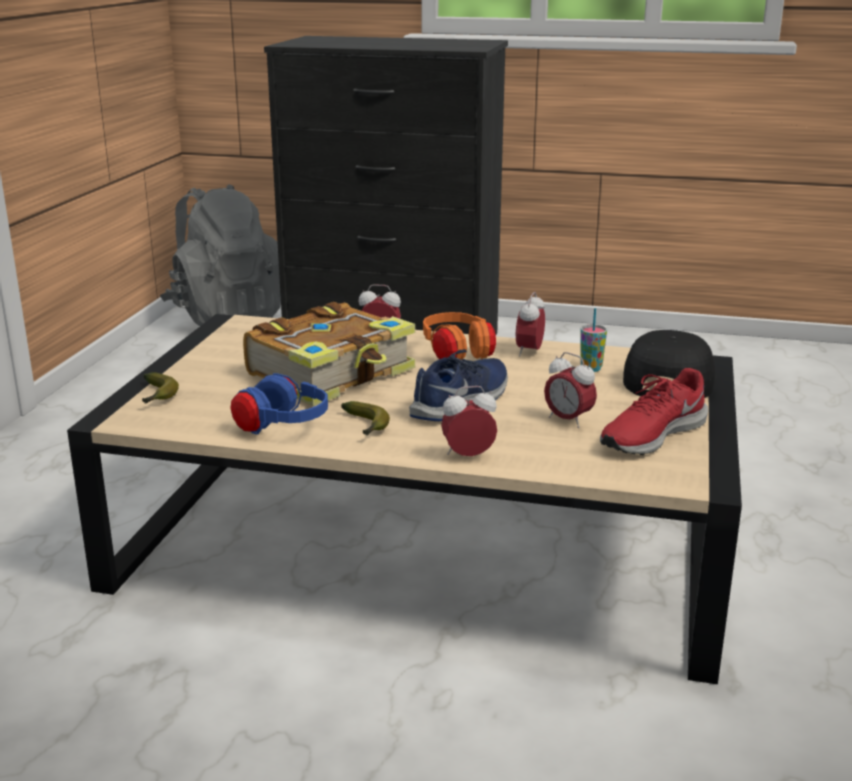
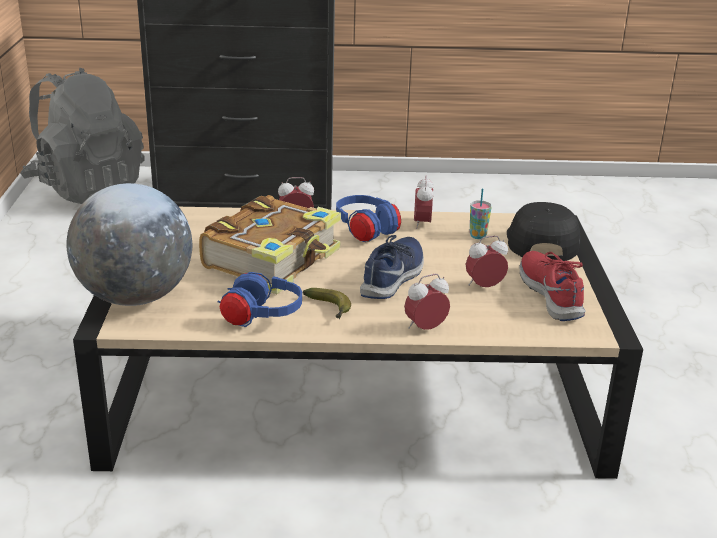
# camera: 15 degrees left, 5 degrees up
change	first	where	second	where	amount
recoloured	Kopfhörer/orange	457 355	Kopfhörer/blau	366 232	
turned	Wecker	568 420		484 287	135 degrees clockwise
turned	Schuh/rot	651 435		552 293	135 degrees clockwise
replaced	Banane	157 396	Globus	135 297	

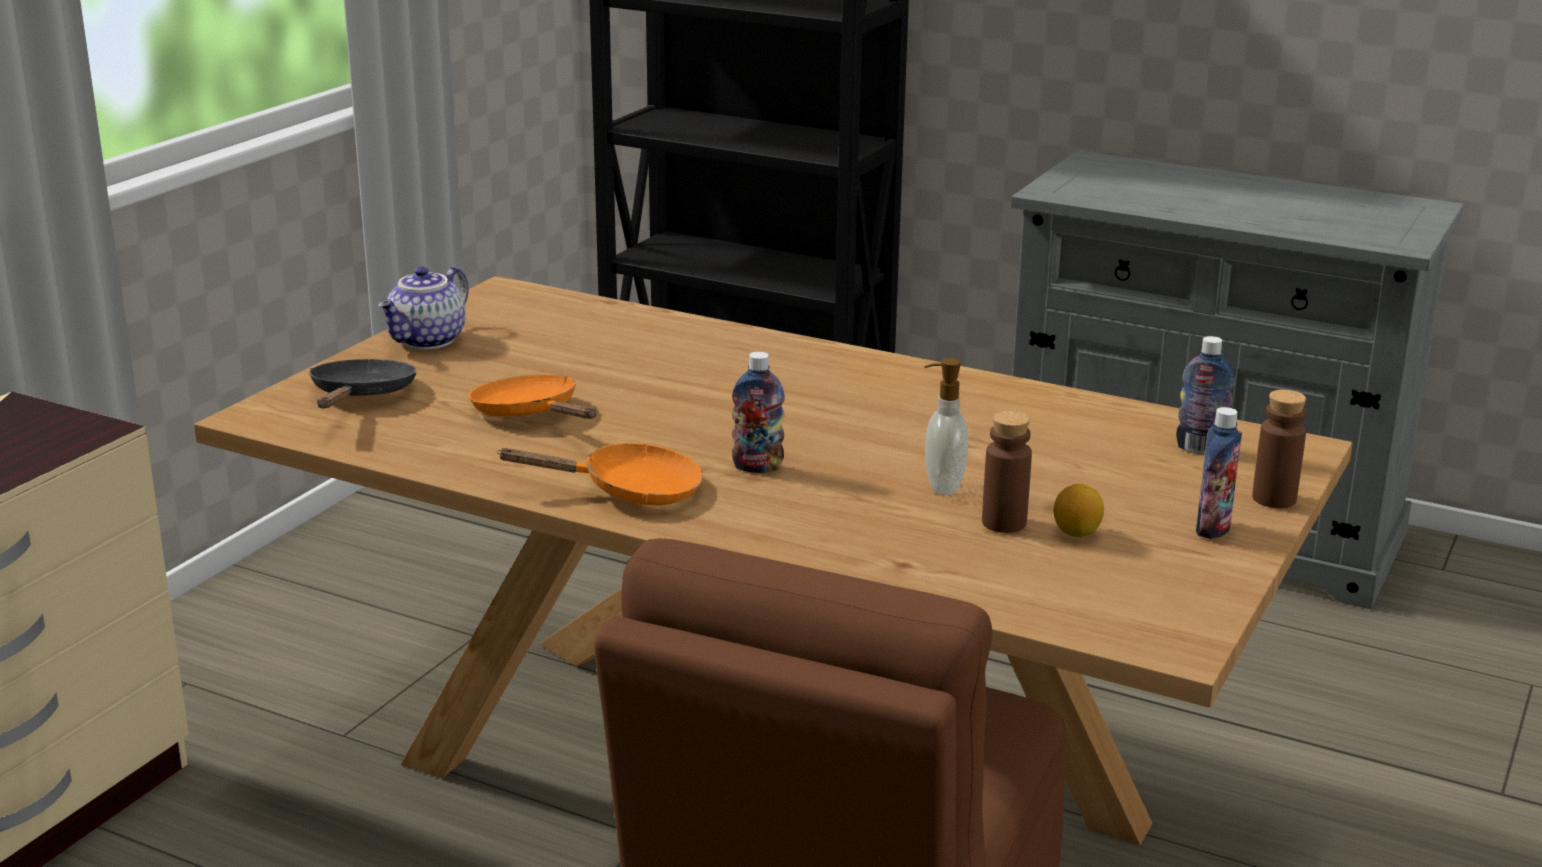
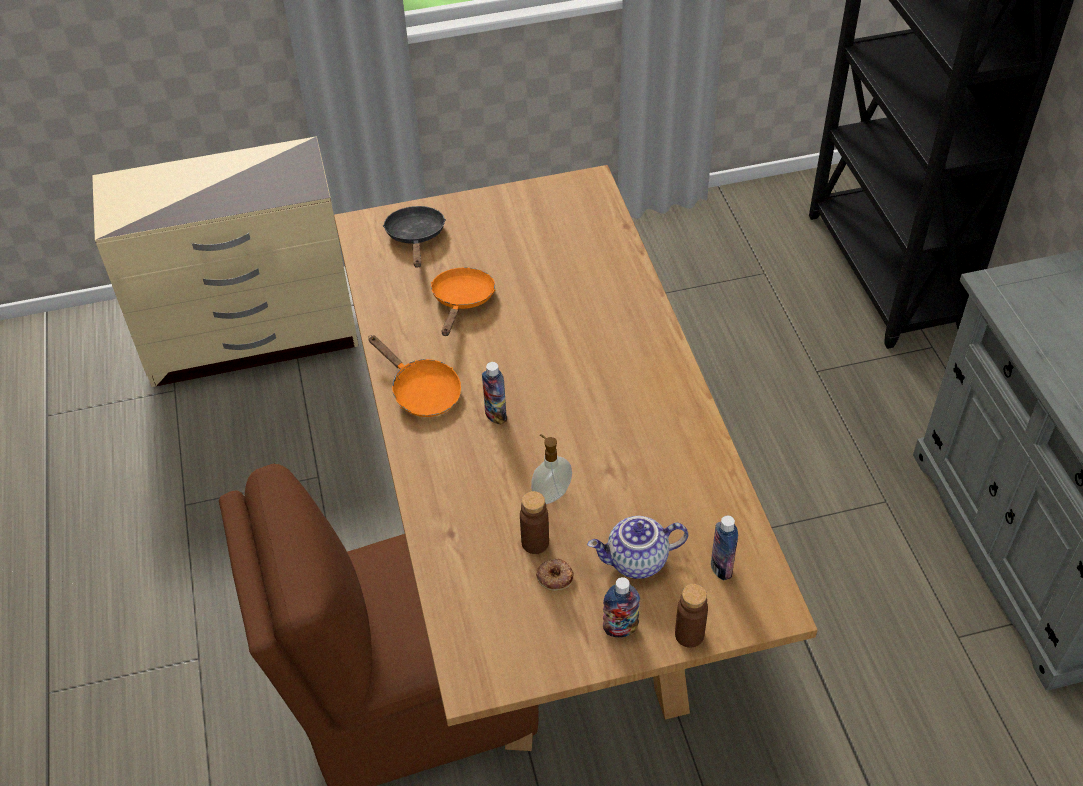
# camera: 50 degrees right, 25 degrees up
change	first	where	second	where	amount
moved	Teekanne	428 341		637 562	
turned	Pfanne/schwarz	361 396		416 237	60 degrees counterclockwise
replaced	Zitrone	1076 532	Donut	555 576	

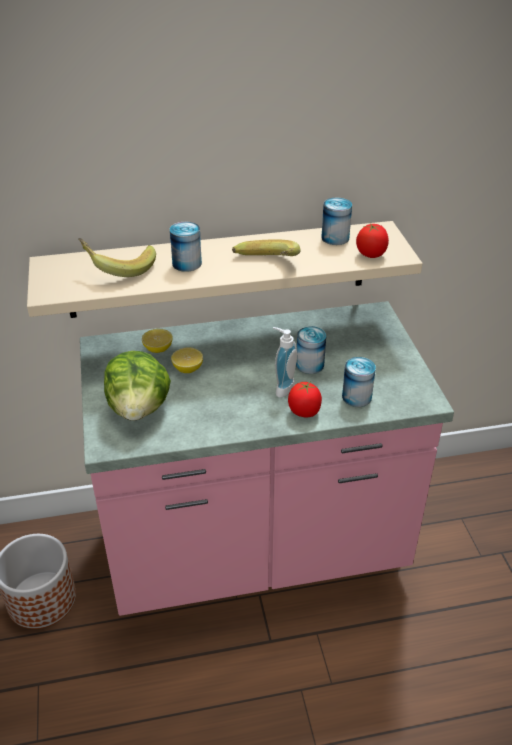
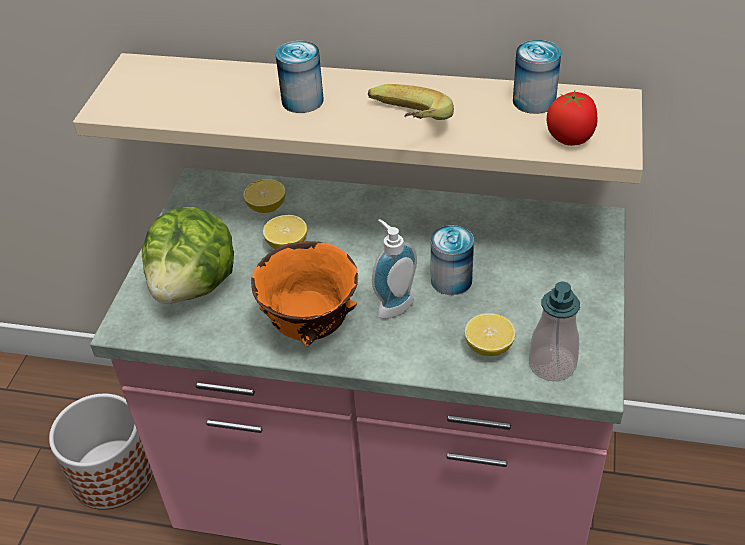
# camera: 25 degrees right, 5 degrees up
change	first	where	second	where	amount
removed	Banane	119 267			
replaced	Dose	356 397	Zitrone	489 347	
removed	Tomate	304 412			
added			Schüssel/orange	311 328	
added			Seifenspender	552 365	

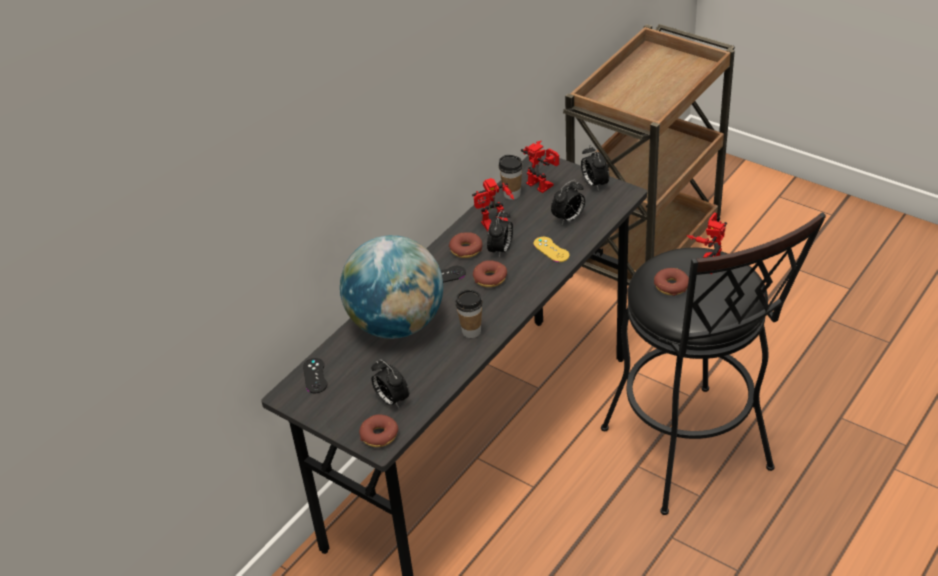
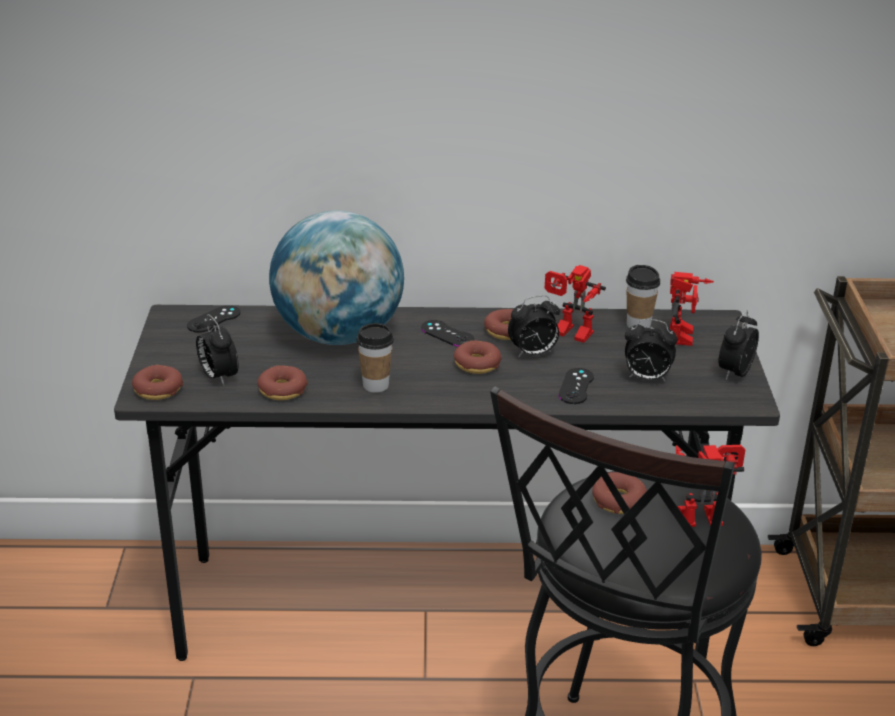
# camera: 50 degrees right, 10 degrees down
change	first	where	second	where	amount
recoloured	Gamepad/gelb	551 249	Gamepad/schwarz	576 386	
turned	Wecker	391 400		218 377	45 degrees counterclockwise
added			Donut	282 390	

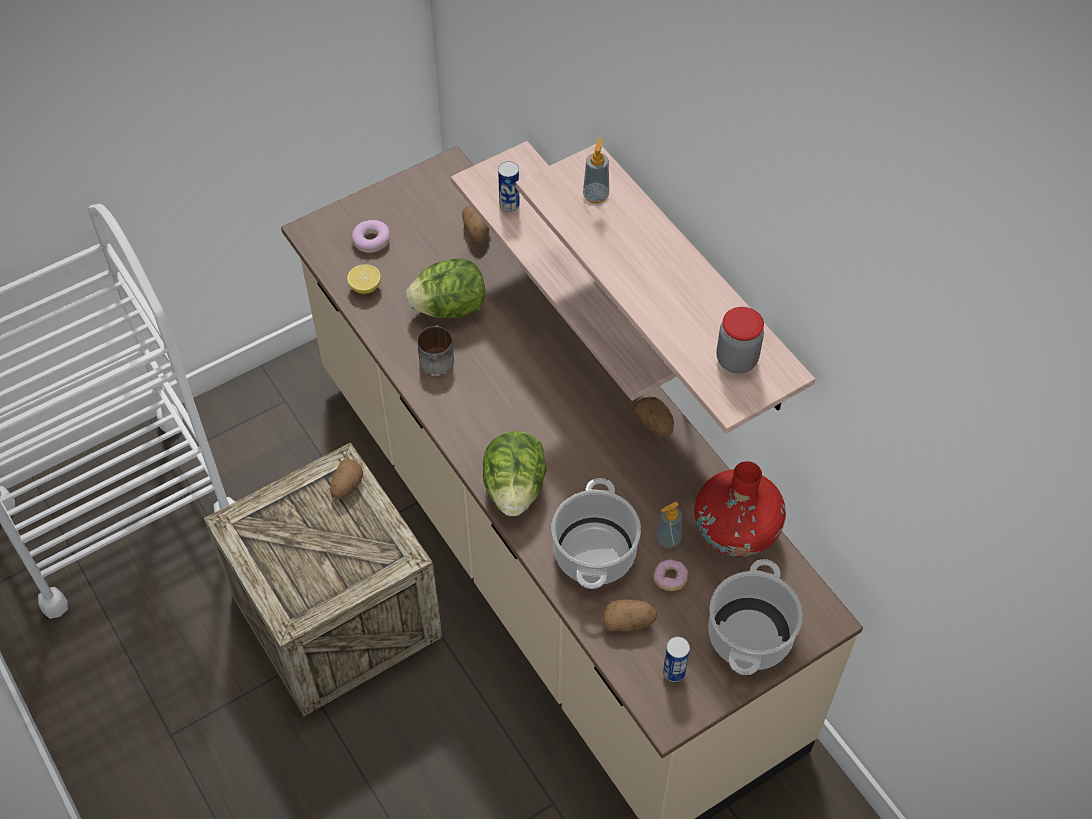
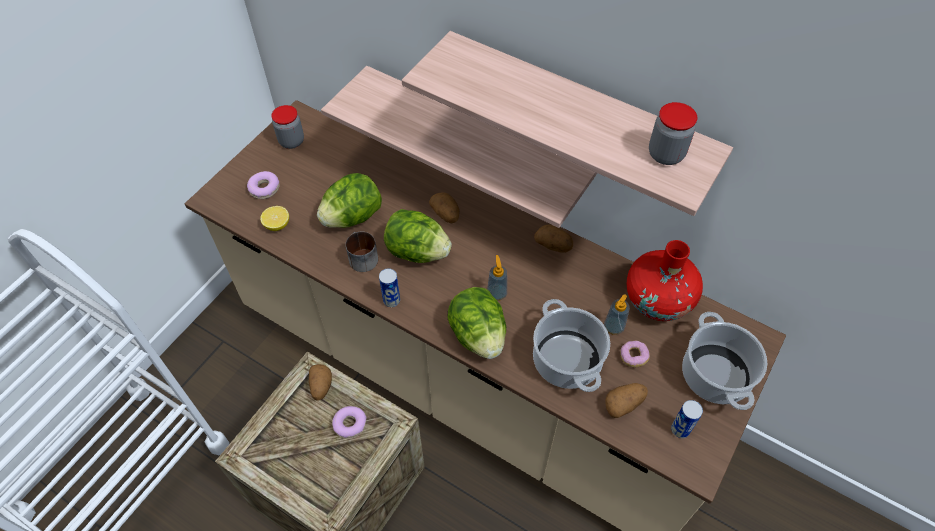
# camera: 25 degrees left, 0 degrees up
change	first	where	second	where	amount
moved	Seifenspender	596 195		497 293	
moved	Dose	509 205		391 300	
moved	Kartoffel	476 231		446 214	
added			Vorratsglas	291 141	
added			Salatkopf	417 251	
added			Donut	350 424	

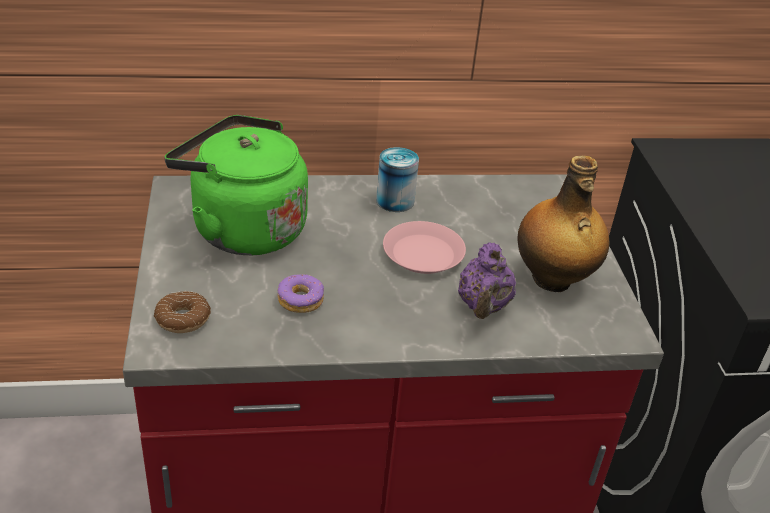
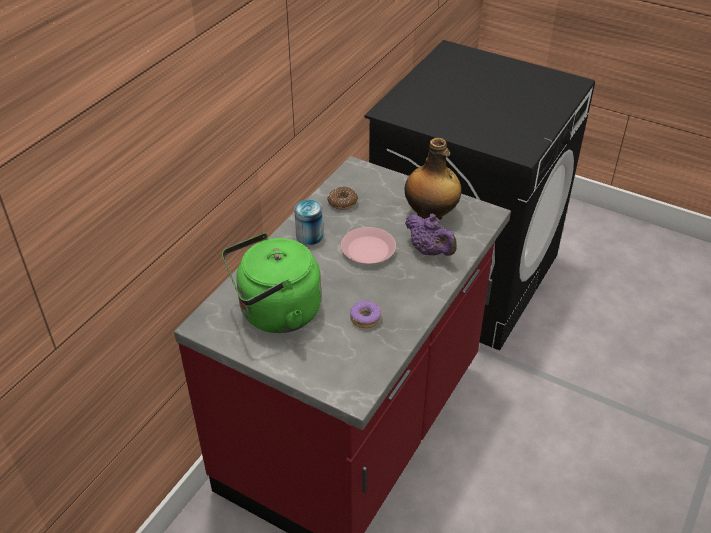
# camera: 50 degrees left, 5 degrees up
change	first	where	second	where	amount
moved	Donut	183 319		342 202	

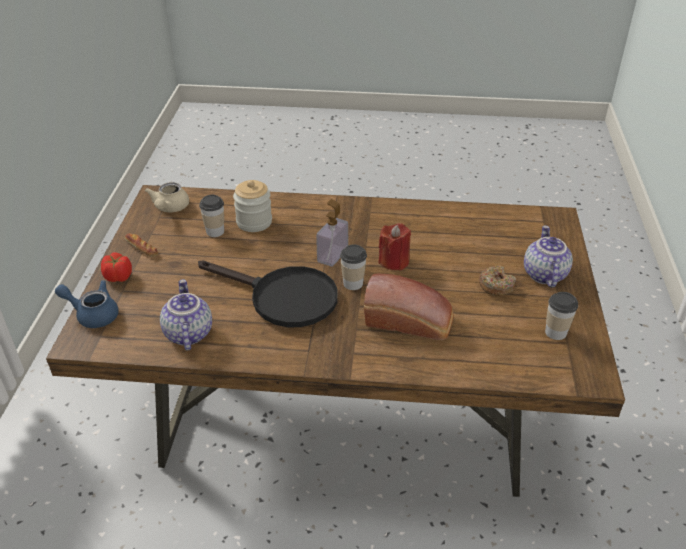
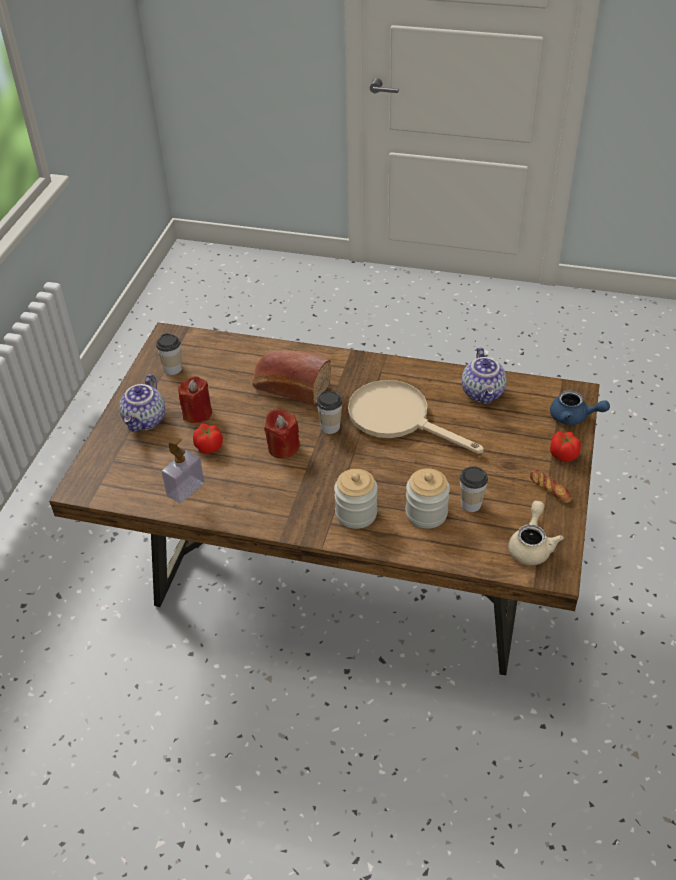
# camera: 170 degrees left, 5 degrees up
change	first	where	second	where	amount
moved	Seifenspender	332 255		185 489	
recoloured	Pfanne/schwarz	283 298	Pfanne/beige	398 418	
replaced	Donut	496 286	Kerze/rot	197 413	
added			Tomate	209 447	
added			Vorratsglas	356 513	

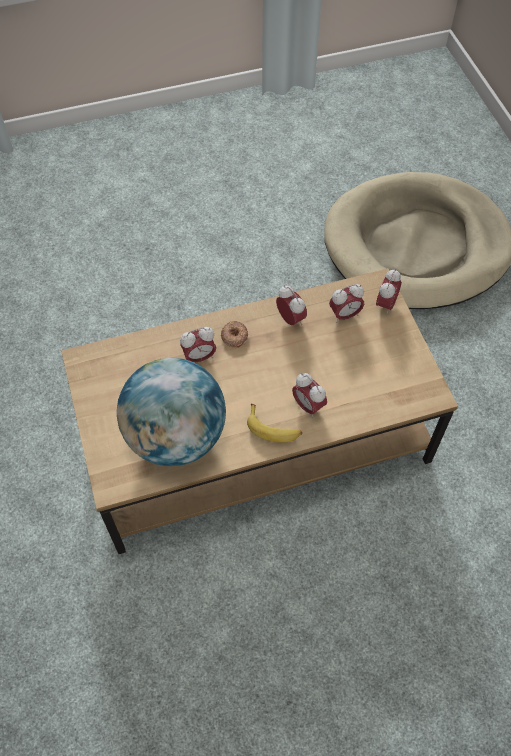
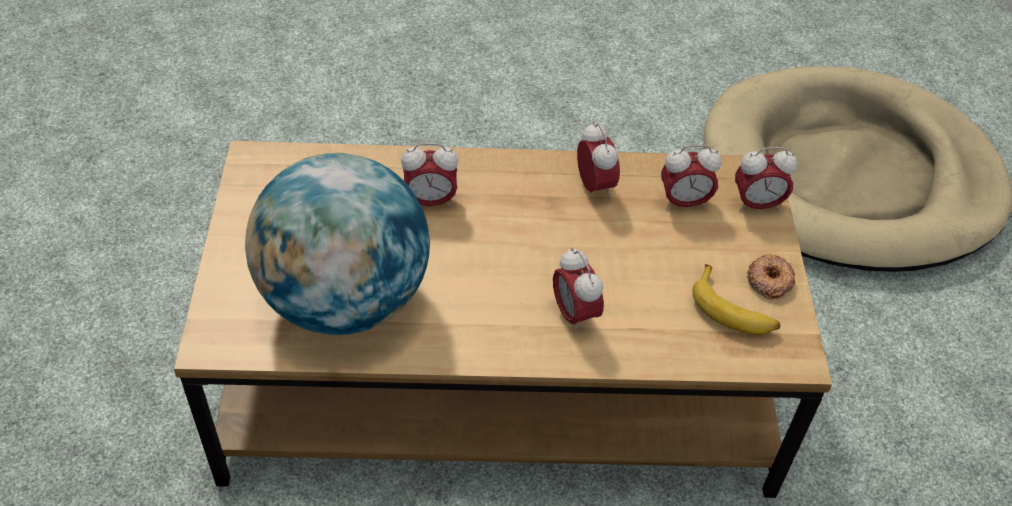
# camera: 15 degrees right, 10 degrees down
change	first	where	second	where	amount
turned	Wecker	385 304		756 205	45 degrees clockwise
moved	Donut	234 336		769 280	
moved	Banane	273 428		733 310	

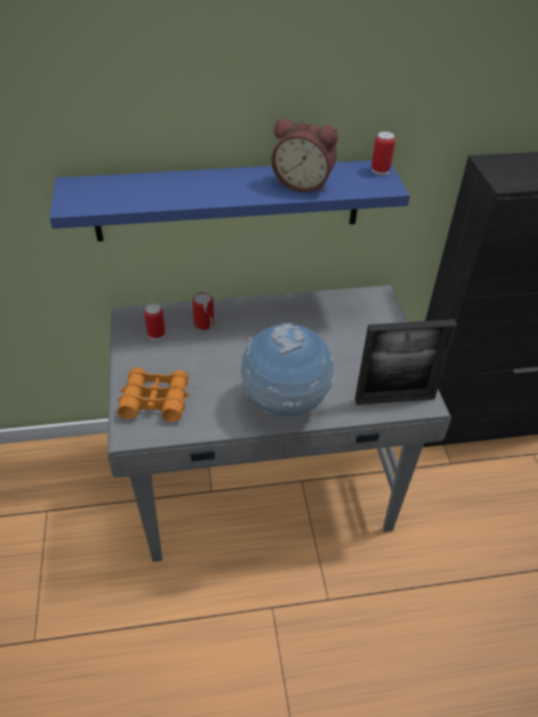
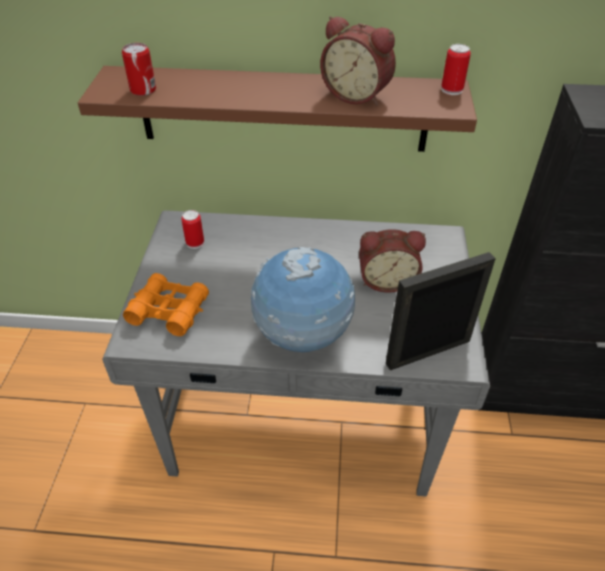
# camera: 15 degrees right, 0 degrees up
change	first	where	second	where	amount
recoloured	Wandregal/blau	228 200	Wandregal/braun	283 109	
moved	Dose	204 323		143 90	
turned	Bilderrahmen	394 398		428 352	150 degrees clockwise
added			Wecker	386 280	

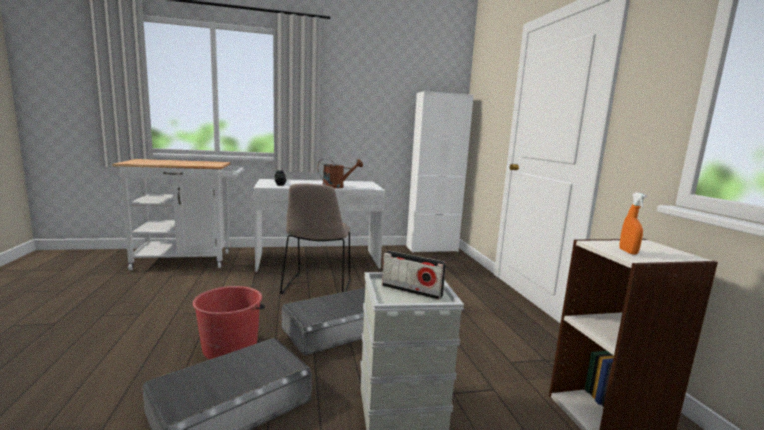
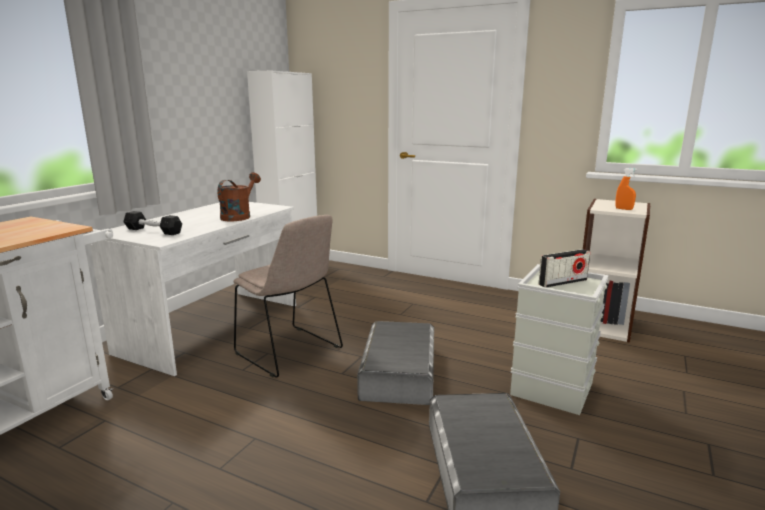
# camera: 50 degrees left, 5 degrees up
change	first	where	second	where	amount
removed	Eimer/rot	230 347			

